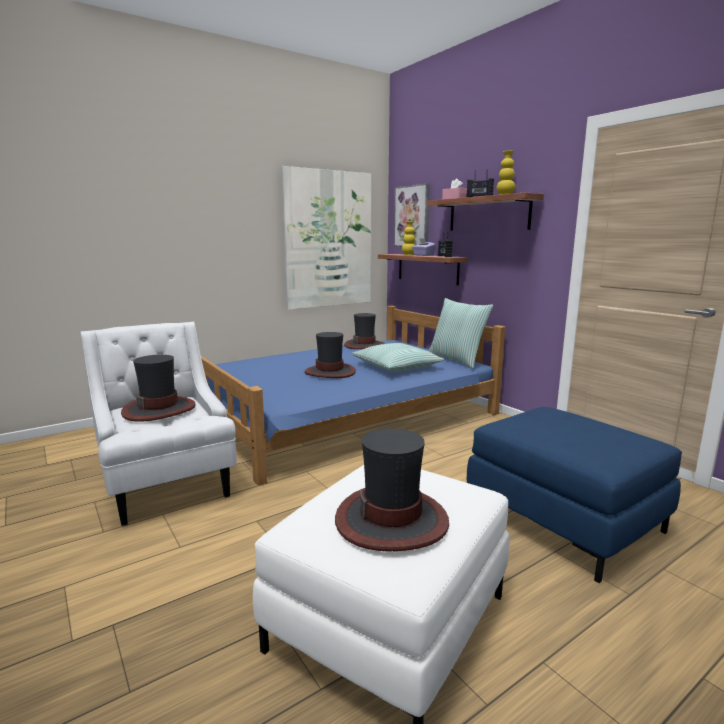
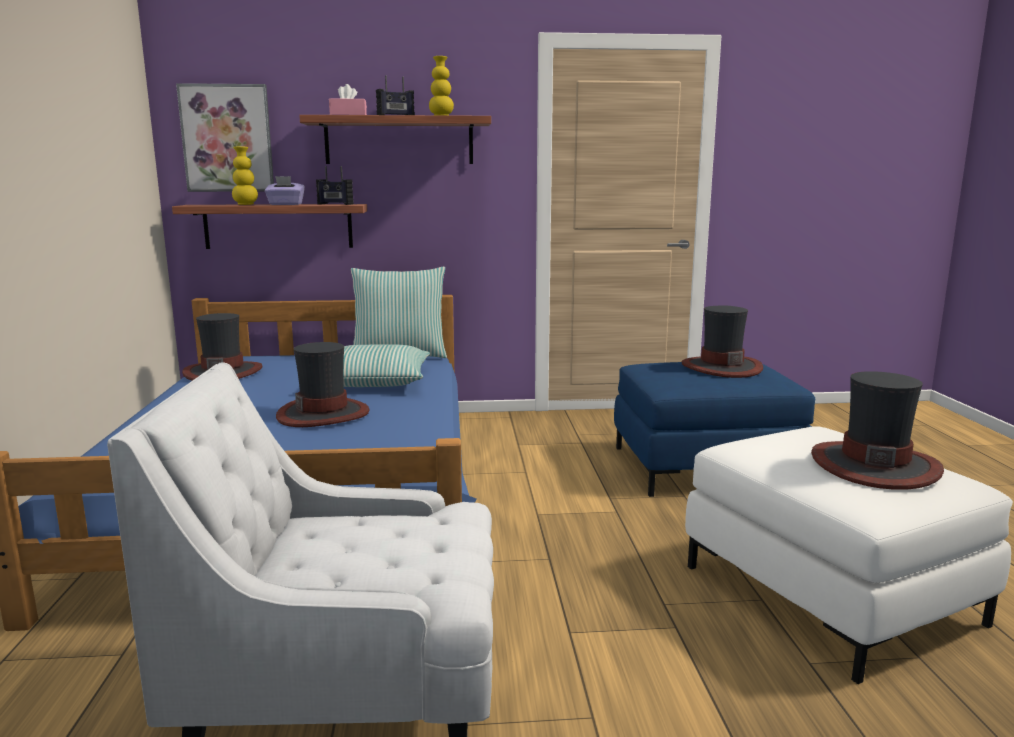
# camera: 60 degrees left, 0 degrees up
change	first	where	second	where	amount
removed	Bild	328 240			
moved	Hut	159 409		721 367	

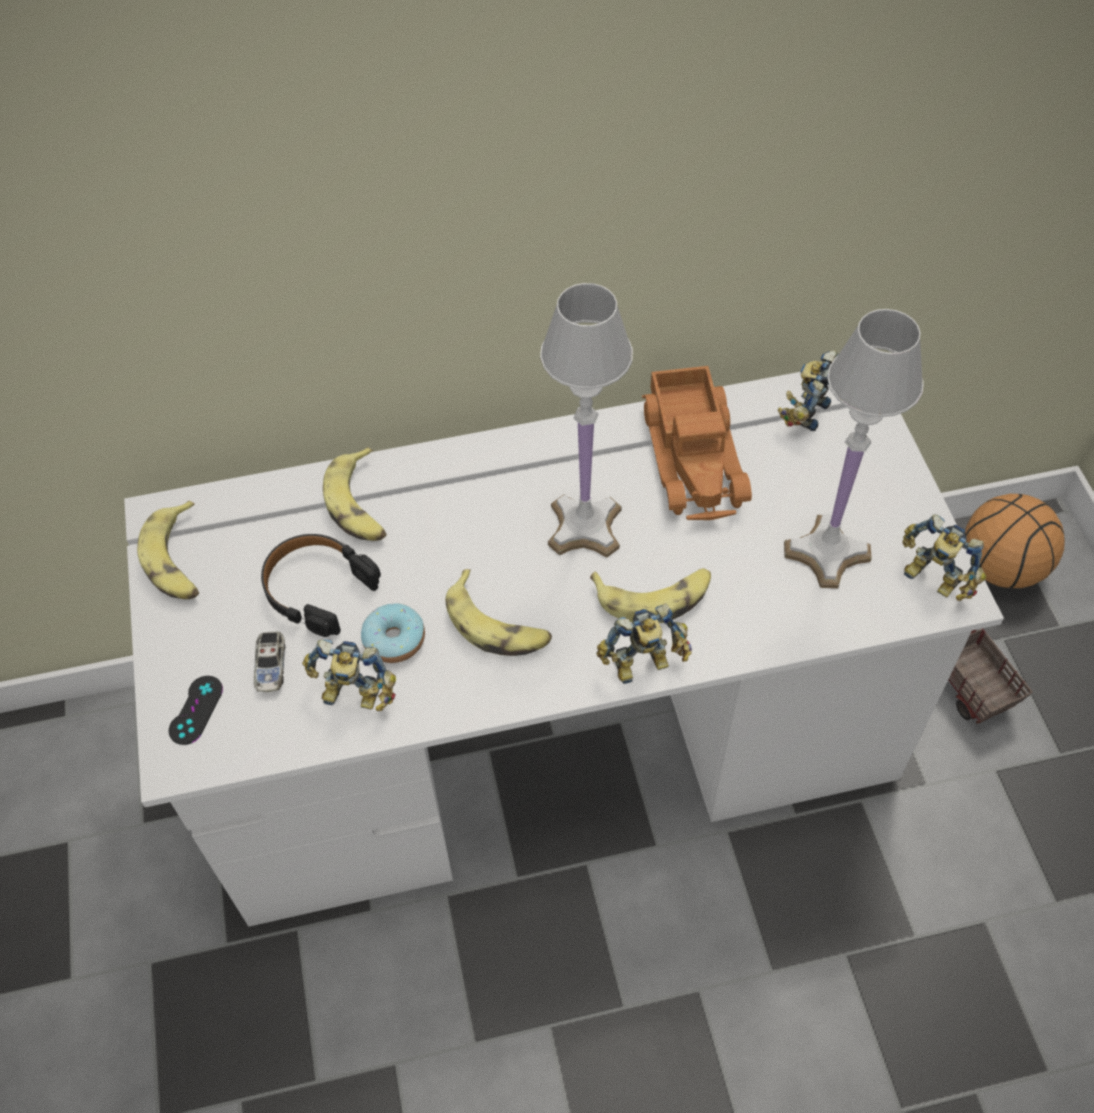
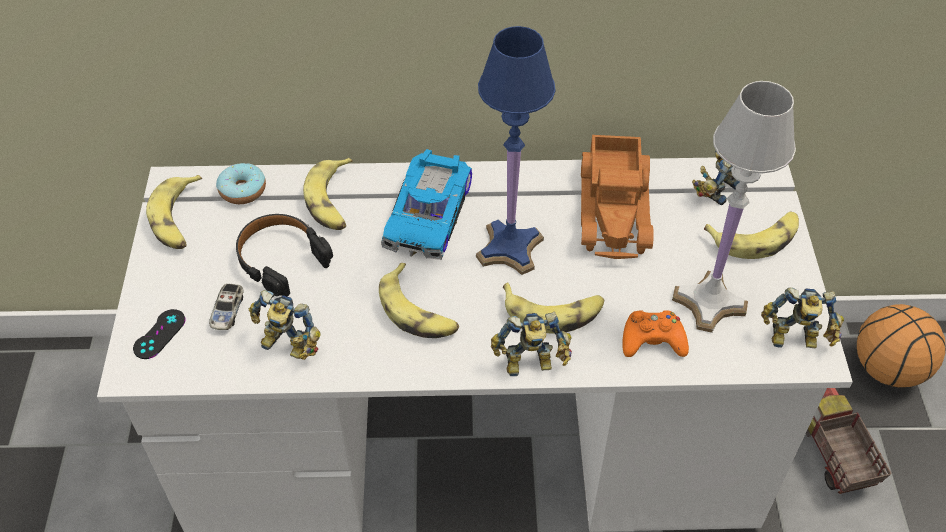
# camera: 10 degrees right, 5 degrees down
change	first	where	second	where	amount
recoloured	Tischlampe/weiß	586 527	Tischlampe/blau	510 248	
turned	Spielzeugroboter	932 580		795 340	45 degrees counterclockwise
moved	Donut	394 640		242 190	
added			Spielzeugauto	430 214	
added			Banane	755 238	
added			Gamepad/orange	652 340	

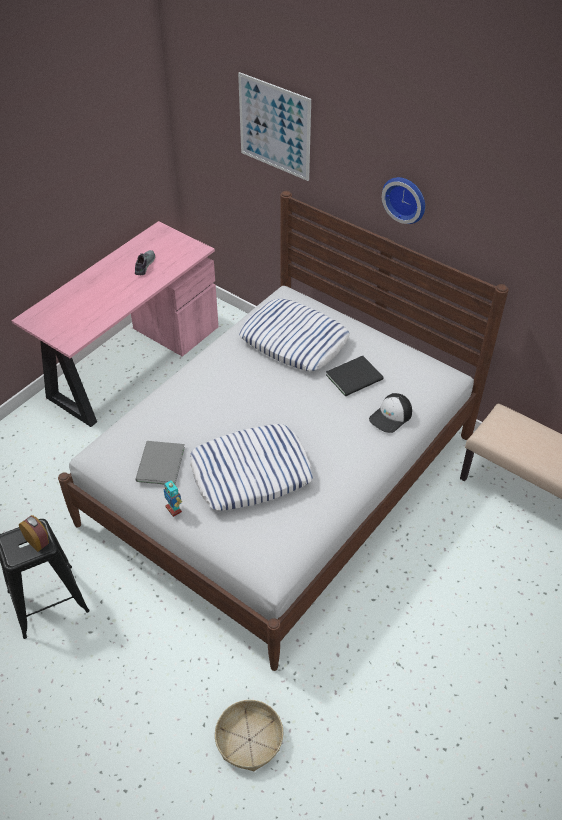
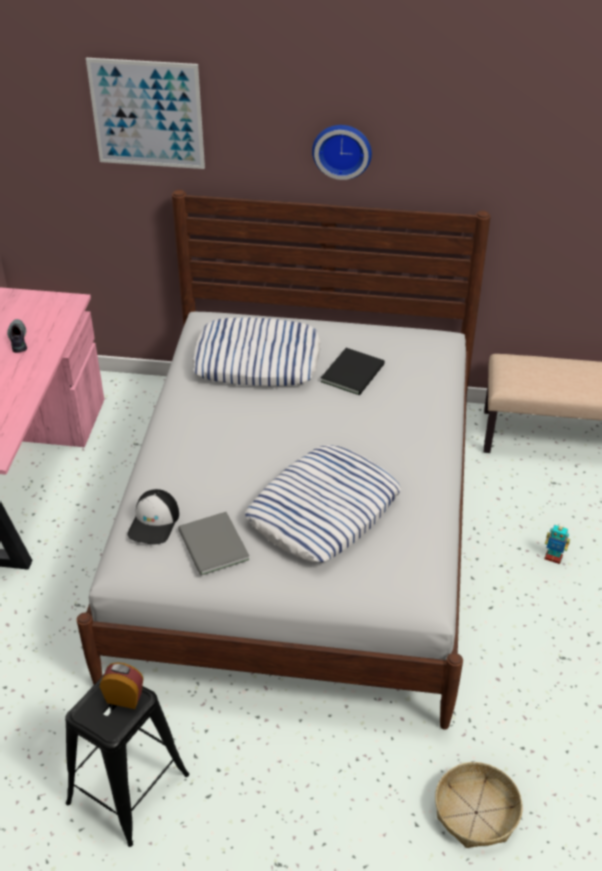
# camera: 30 degrees left, 5 degrees down
change	first	where	second	where	amount
moved	Kappe	391 417		154 523	
moved	Spielzeugroboter	174 509		553 557	

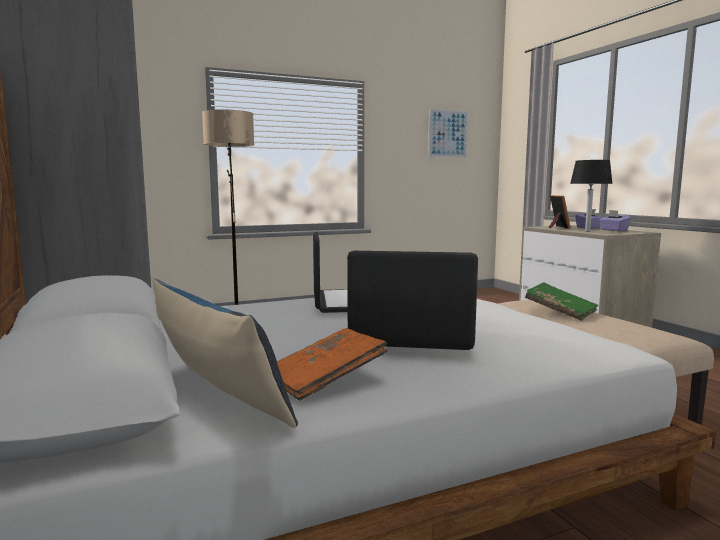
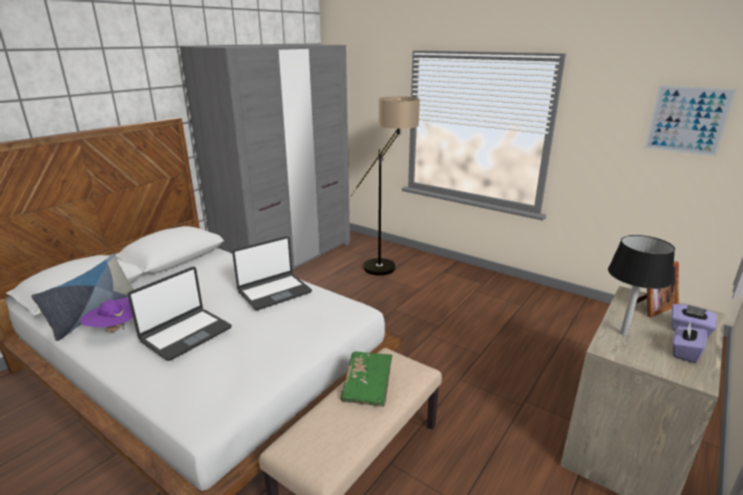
# camera: 60 degrees right, 15 degrees up
change	first	where	second	where	amount
turned	Laptop	411 337		185 334	60 degrees clockwise
replaced	Buch/orange	325 380	Hut/lila	115 330	

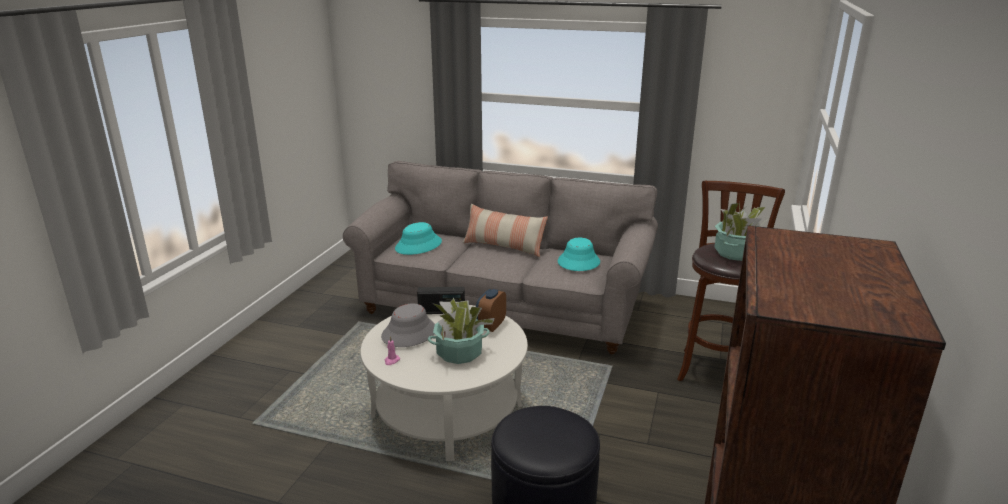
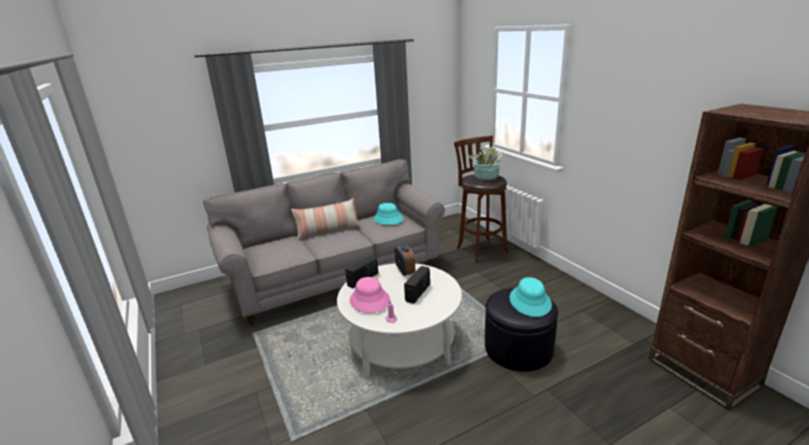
# camera: 45 degrees left, 0 degrees up
change	first	where	second	where	amount
moved	Hut/türkis	418 245		530 301	
replaced	Topfpflanze	459 353	Radio	418 293	
recoloured	Hut/grau	409 333	Hut/rosa	369 300	

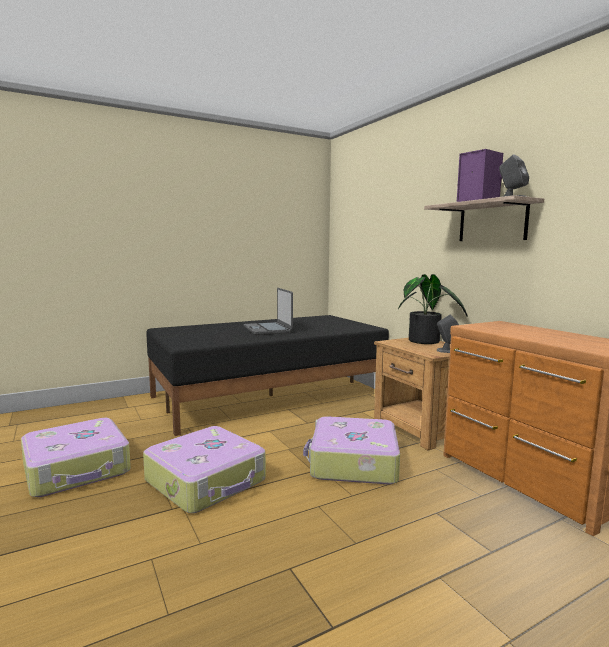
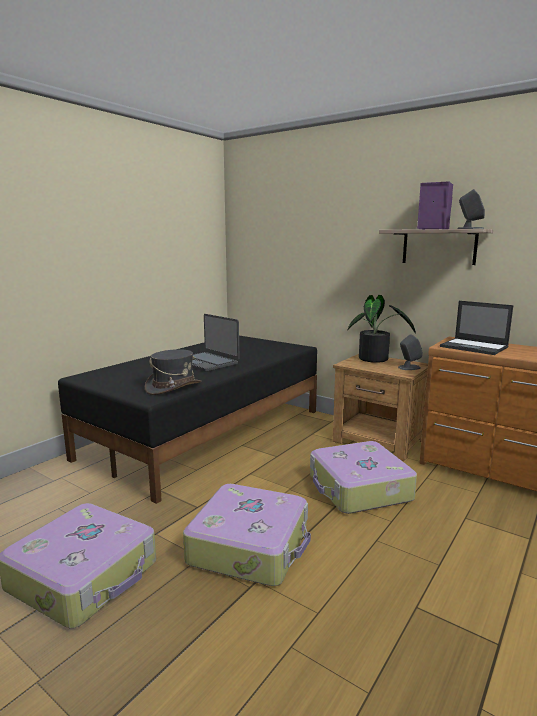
# camera: 25 degrees left, 5 degrees up
change	first	where	second	where	amount
added			Laptop	474 347	
added			Hut/grau	173 387	

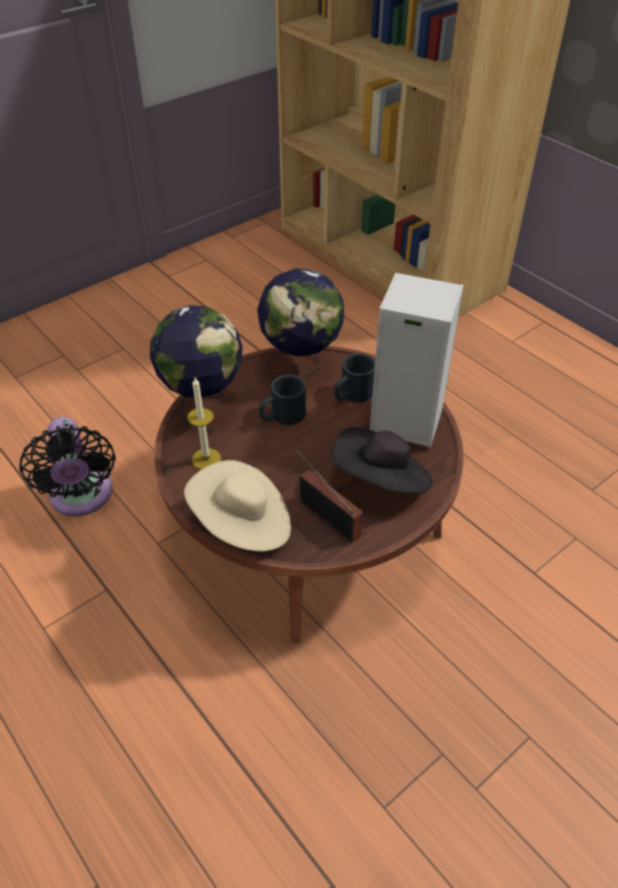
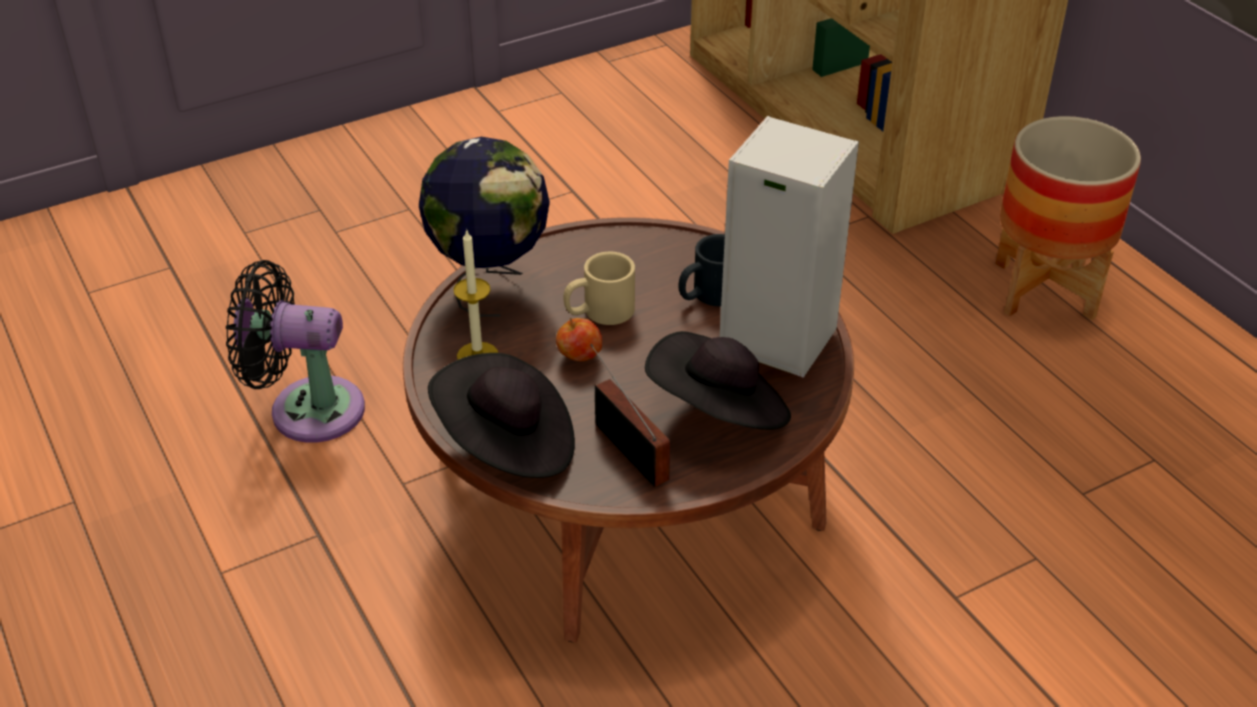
# camera: 10 degrees right, 5 degrees down
change	first	where	second	where	amount
removed	Globus	301 364			
recoloured	Henkelbecher/schwarz	282 416	Henkelbecher/beige	599 312	
turned	Ventilator/schwarz	82 498		307 409	105 degrees clockwise
recoloured	Hut/beige	242 524	Hut/schwarz	507 444	
added			Pflanzkübel	1044 290	
added			Apfel	579 357	

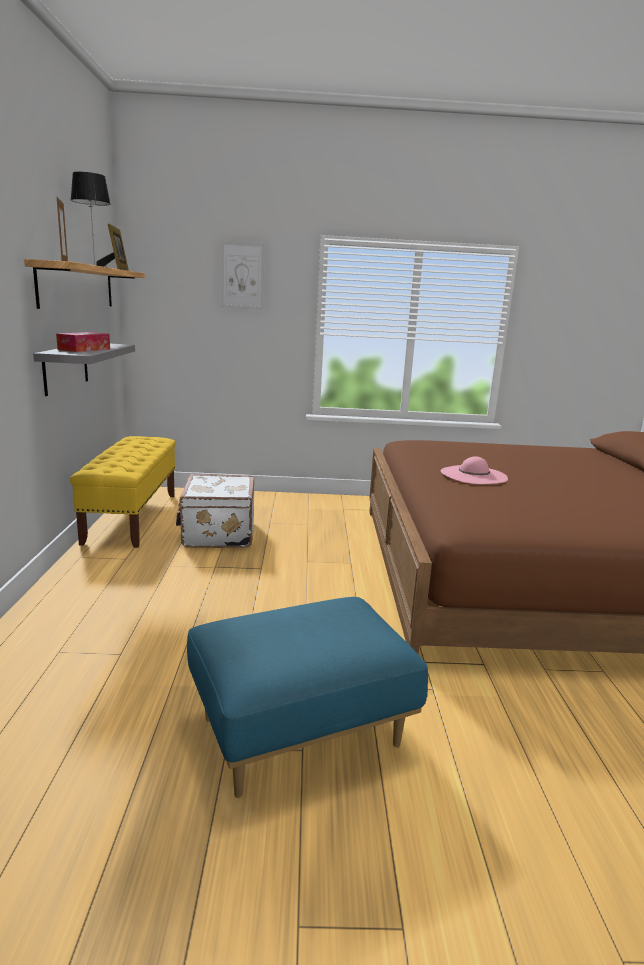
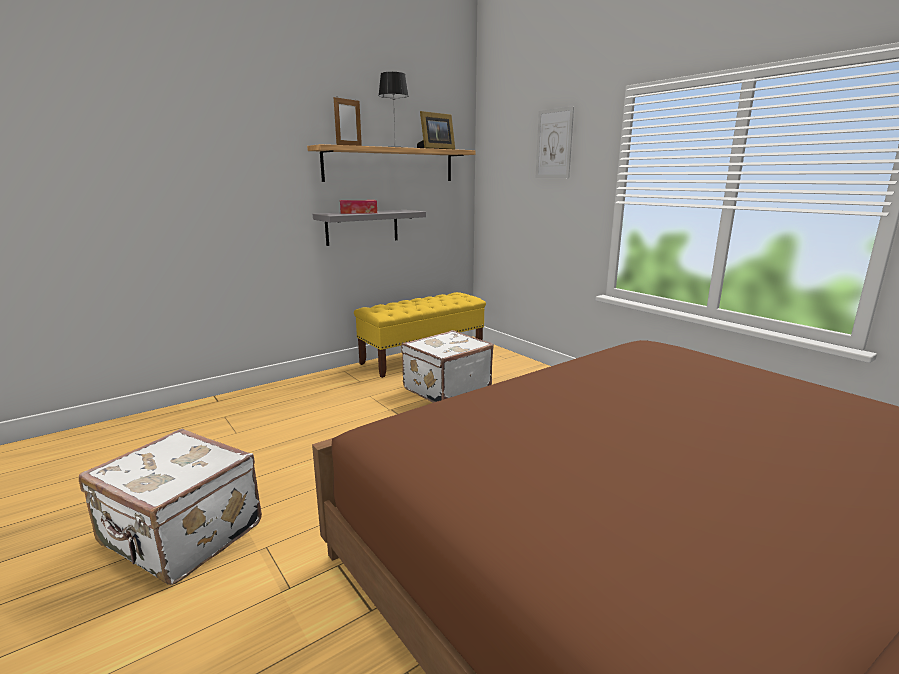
# camera: 55 degrees right, 0 degrees up
change	first	where	second	where	amount
removed	Hut/rosa	473 475			
replaced	Polsterhocker/blau	301 730	Koffer/weiß	181 536	

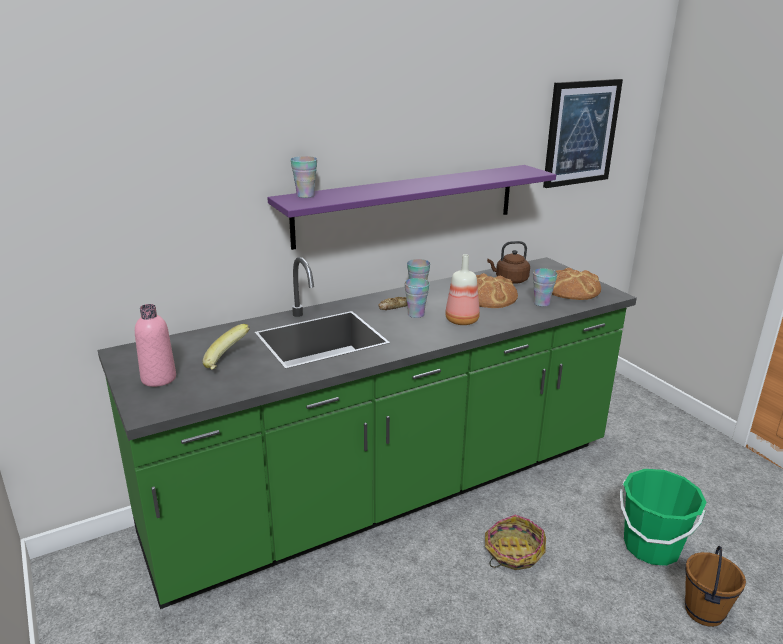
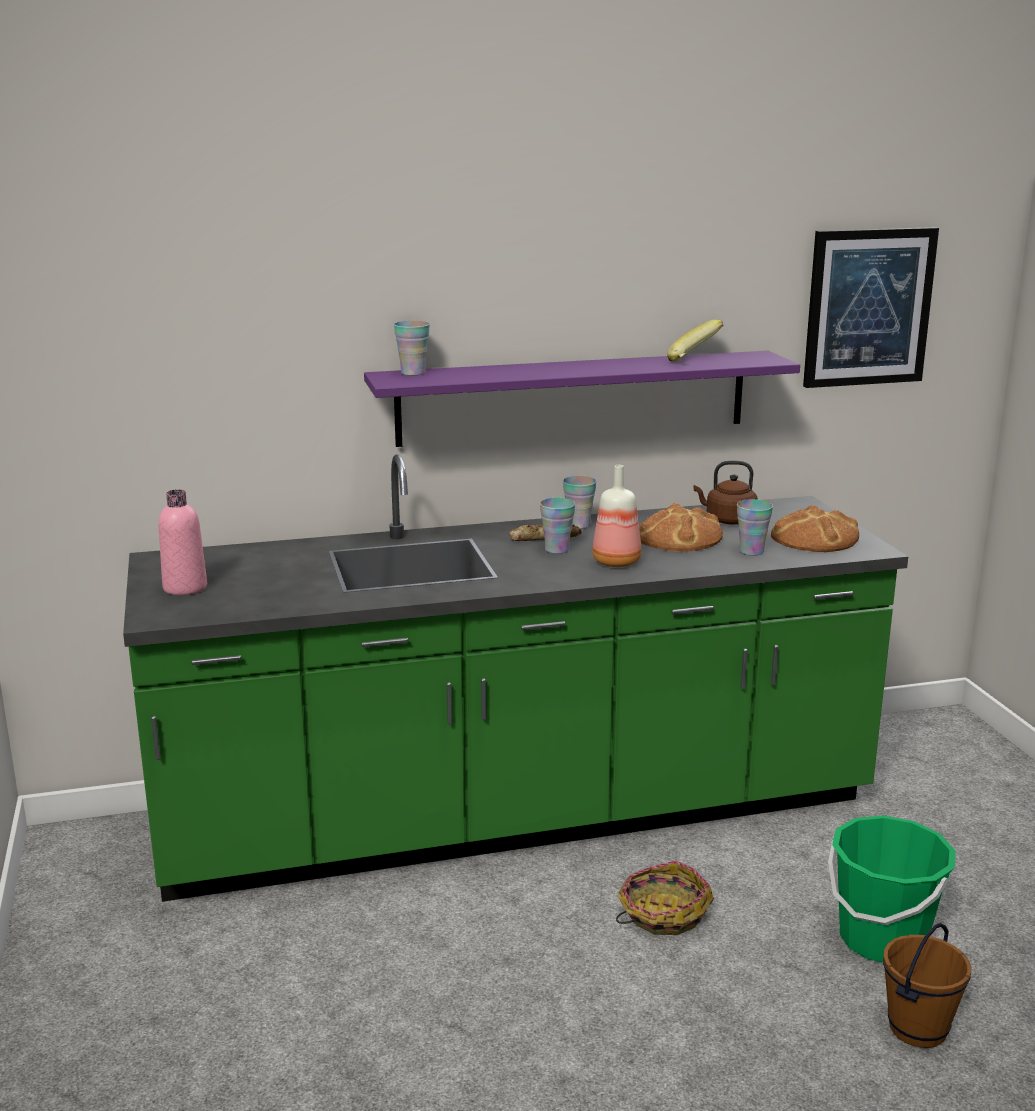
# camera: 15 degrees right, 5 degrees down
change	first	where	second	where	amount
moved	Banane	228 362		695 360	

